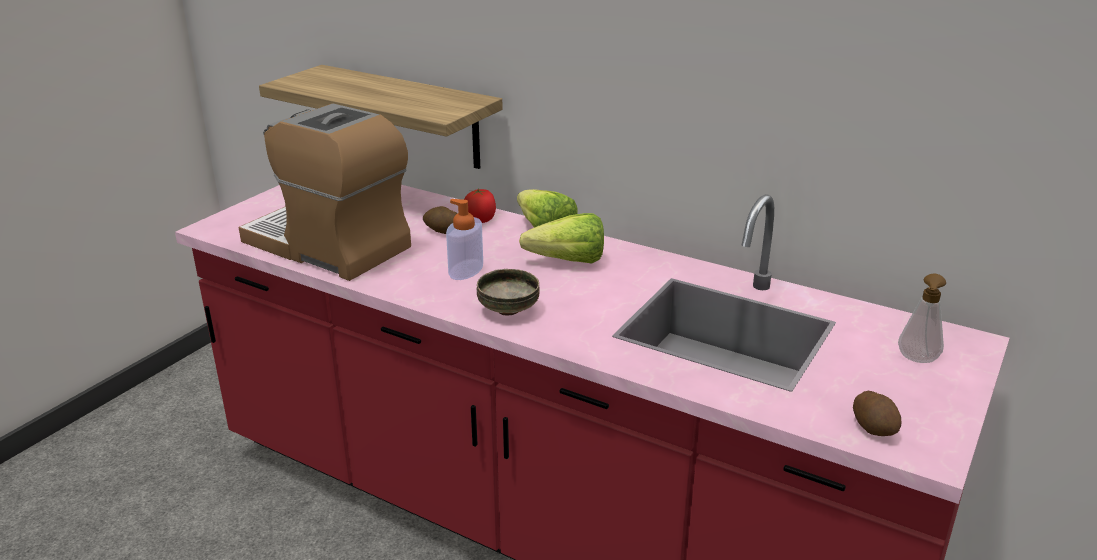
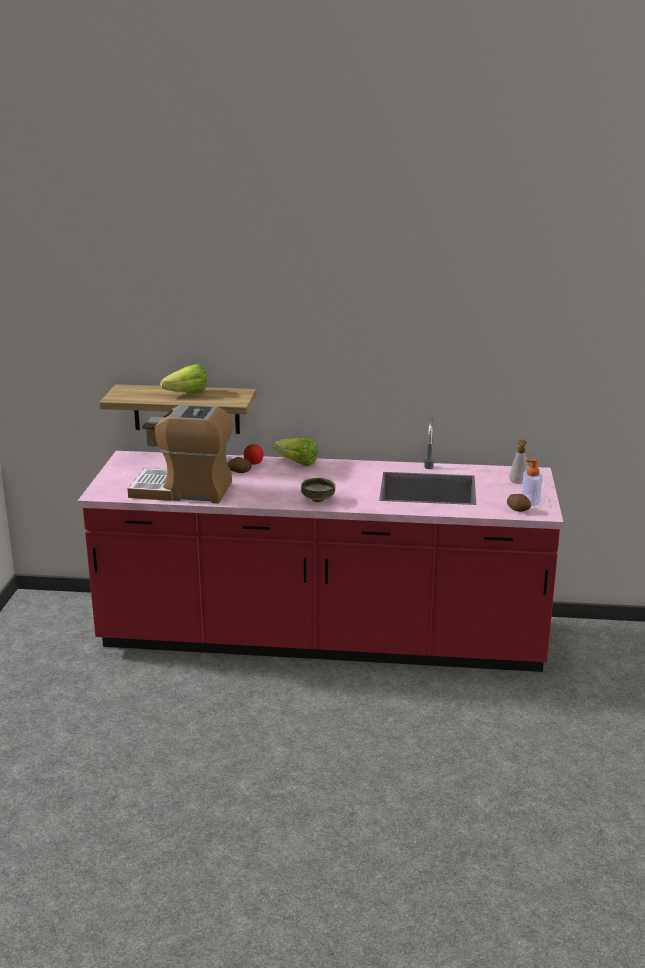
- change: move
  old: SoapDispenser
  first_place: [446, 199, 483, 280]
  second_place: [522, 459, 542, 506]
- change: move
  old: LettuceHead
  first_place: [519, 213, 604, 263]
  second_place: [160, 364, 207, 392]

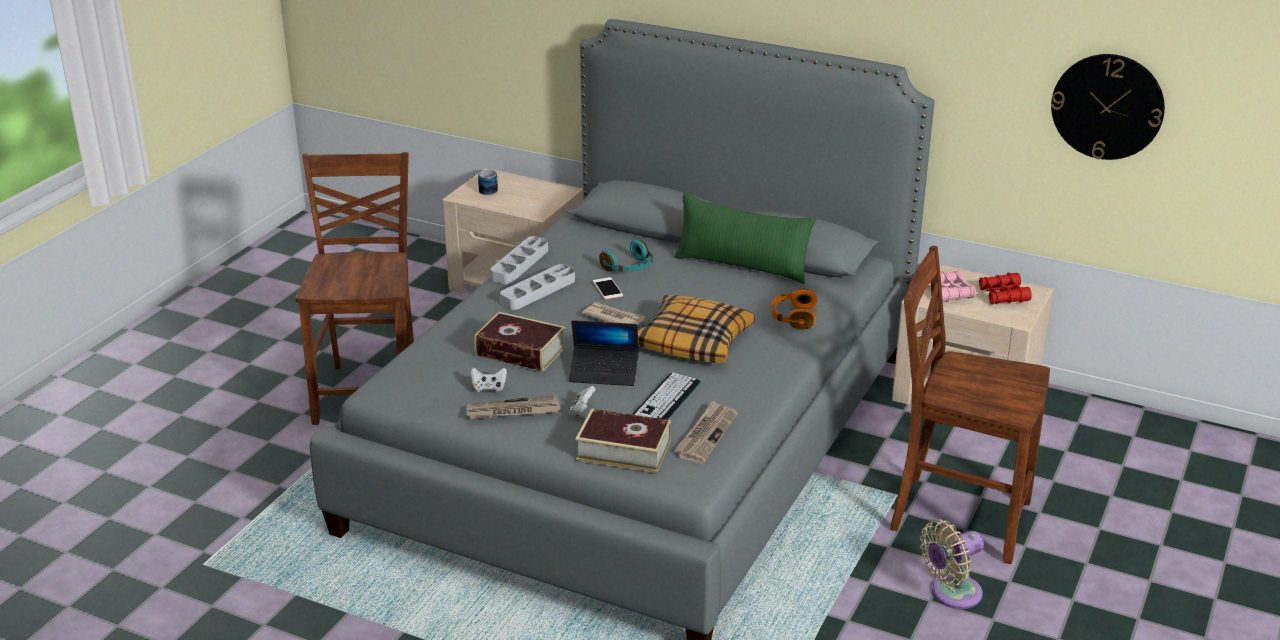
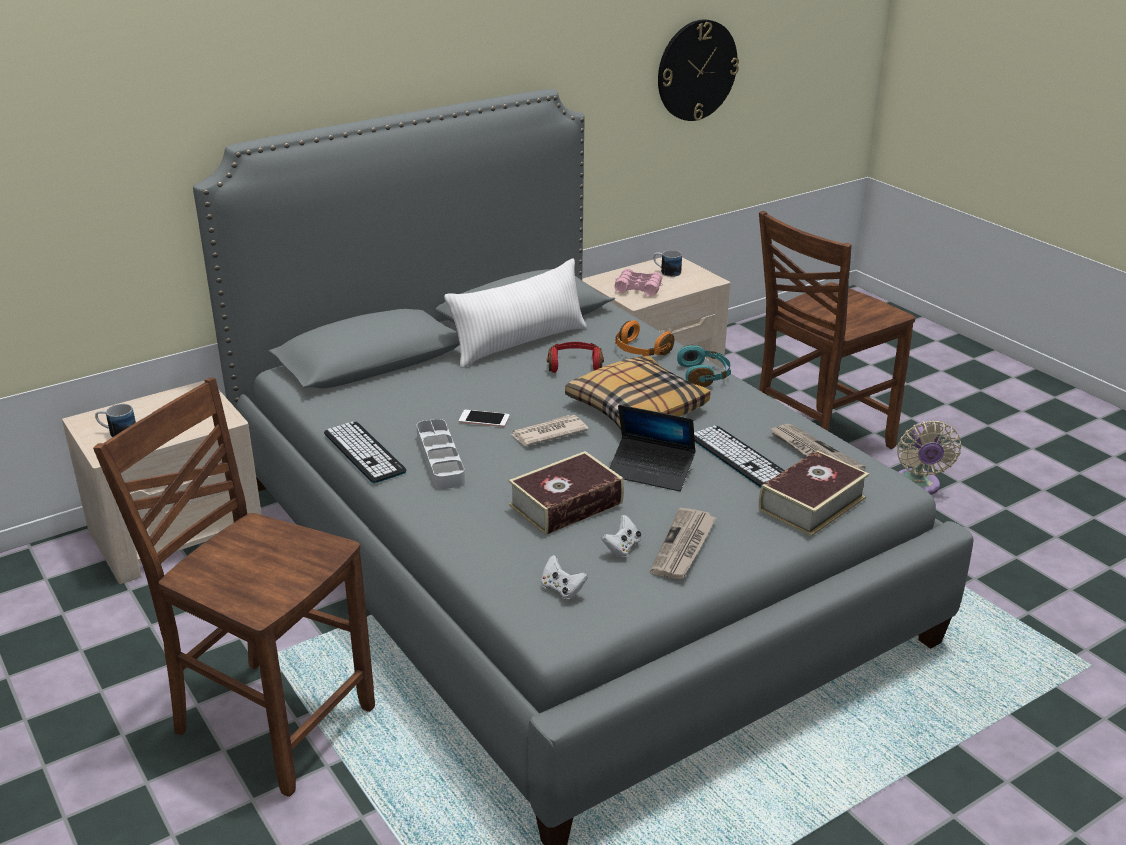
- change: replace
  old: GreyishTray
  new: Keyboard
  first_place: [491, 236, 548, 284]
  second_place: [324, 421, 407, 483]
- change: move
  old: WhiteColouredJoypad
  first_place: [568, 386, 596, 416]
  second_place: [541, 555, 588, 600]
- change: rotate
  old: PortableComputer
  first_place: [569, 320, 639, 386]
  second_place: [610, 405, 696, 491]
  degrees: 75
- change: move
  old: TurquoiseColouredHeadphones
  first_place: [599, 240, 653, 272]
  second_place: [677, 345, 731, 387]
- change: recolor
  old: GreenPillow
  new: WhiteColouredPillow
  first_place: [674, 193, 816, 284]
  second_place: [444, 258, 587, 368]
- change: replace
  old: ReddishPairOfBinoculars
  new: TeaMug
  first_place: [979, 273, 1032, 305]
  second_place: [653, 250, 682, 277]
- change: insert
  new: ReddishHeadphones
  second_place: [547, 342, 604, 373]

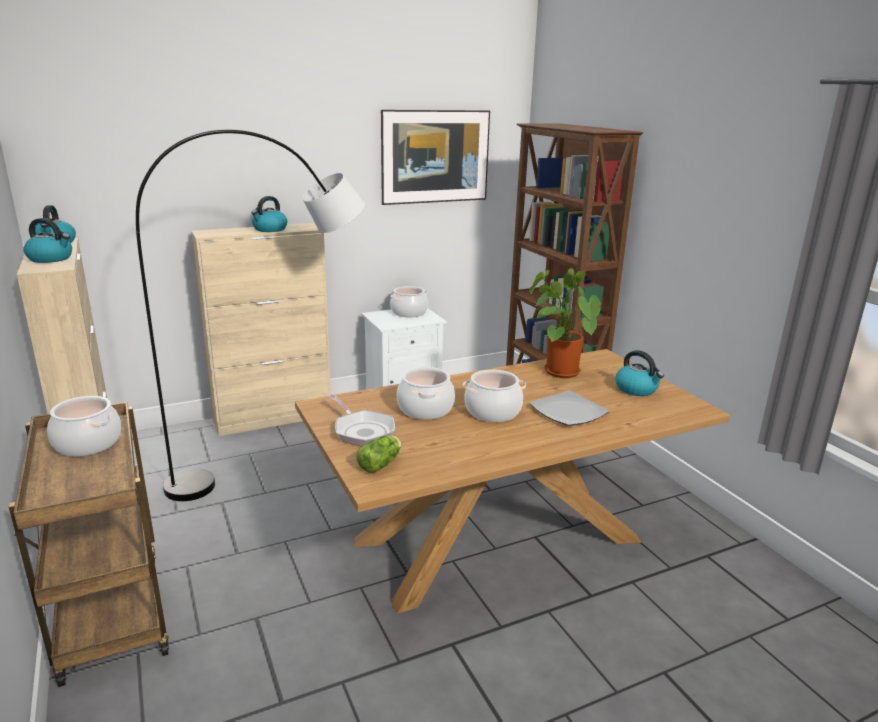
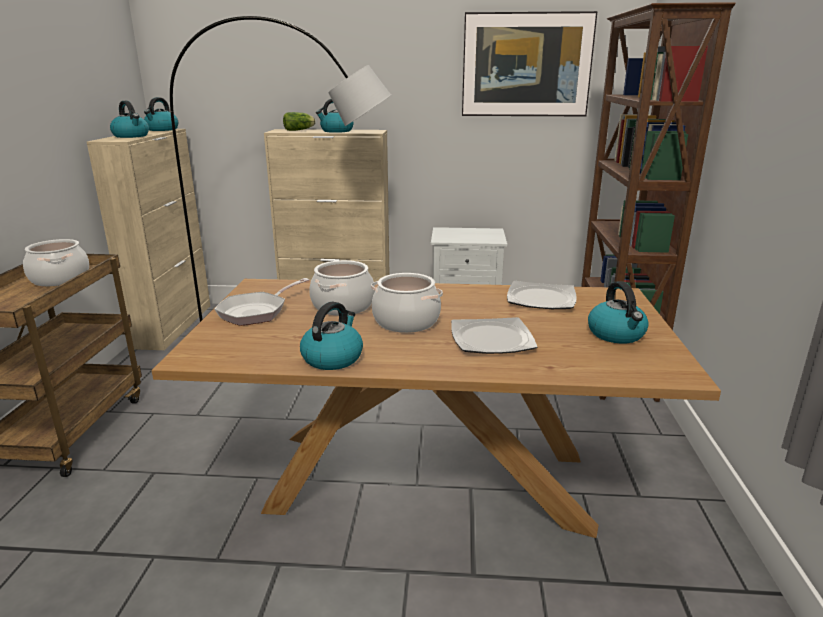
- change: rotate
  old: Skillet
  first_place: [327, 394, 395, 446]
  second_place: [214, 278, 309, 326]
  degrees: 45
- change: move
  old: LettuceHead
  first_place: [356, 435, 402, 473]
  second_place: [283, 112, 315, 131]
- change: delete
  old: CookingPot
  first_place: [390, 286, 428, 318]
- change: replace
  old: PottedPlant
  new: Plate
  first_place: [529, 268, 607, 378]
  second_place: [507, 281, 577, 309]
- change: insert
  new: Kettle
  second_place: [300, 302, 363, 370]

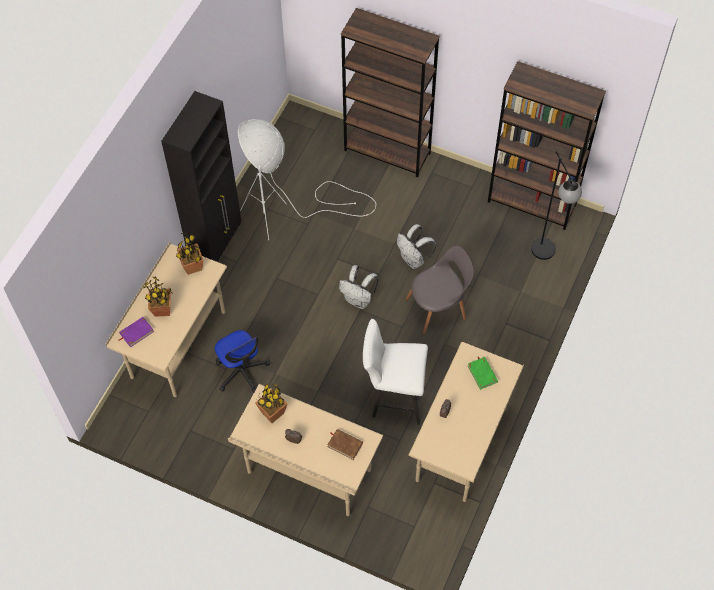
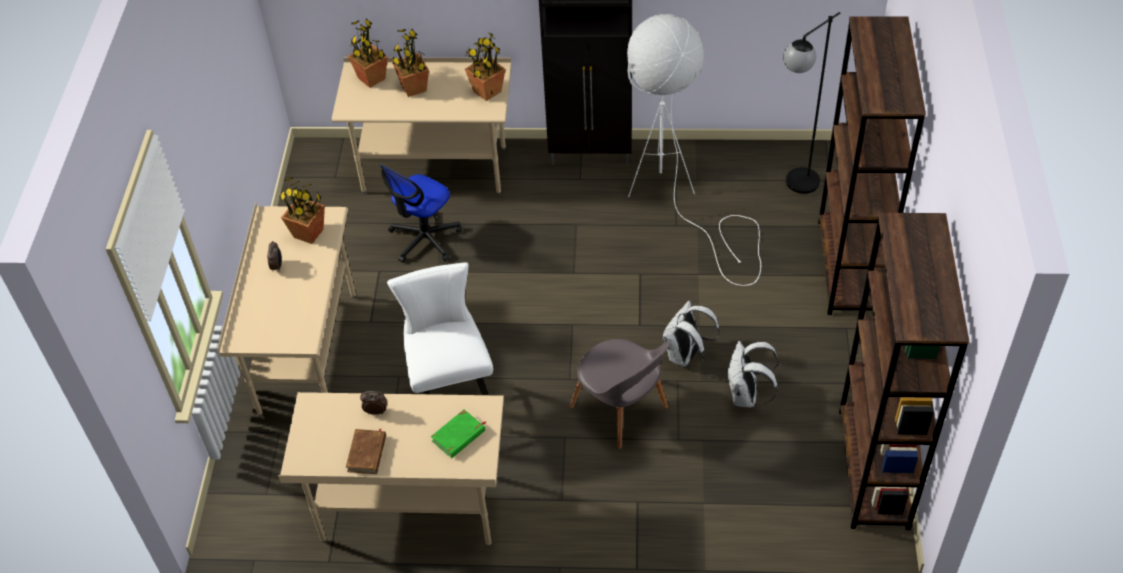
- change: replace
  old: PurpleBoundBook
  new: PottedPlant
  first_place: [119, 317, 154, 347]
  second_place: [348, 18, 388, 88]
- change: move
  old: BrownBoundBook
  first_place: [328, 429, 363, 460]
  second_place: [346, 429, 386, 474]
- change: move
  old: WhiteColouredKnapsack
  first_place: [339, 265, 378, 309]
  second_place: [727, 341, 779, 407]
- change: move
  old: BlackStandardLamp
  first_place: [531, 151, 582, 260]
  second_place: [783, 12, 841, 194]

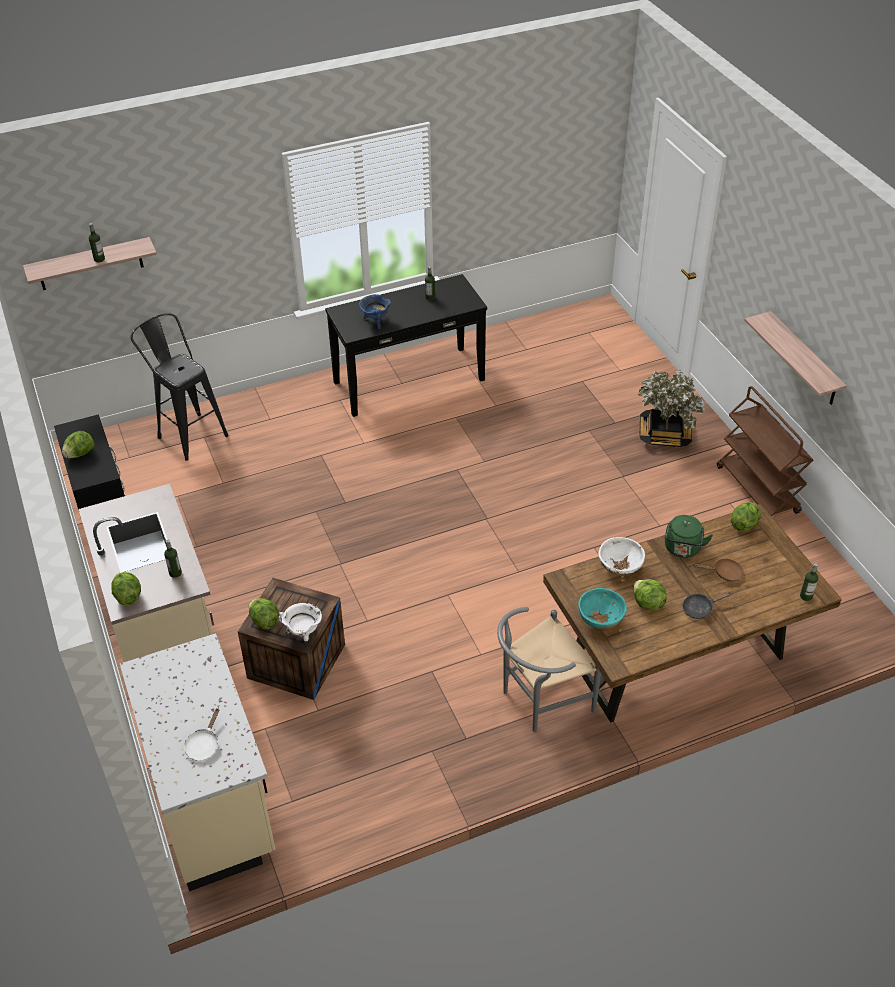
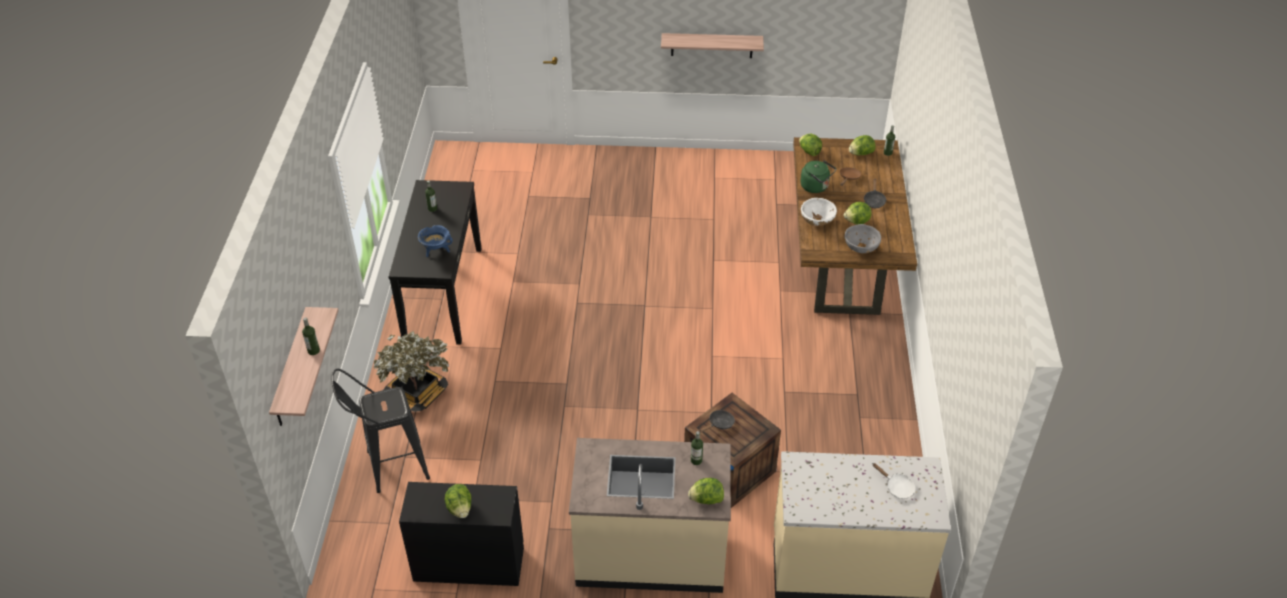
- change: move
  old: LettuceHead
  first_place: [249, 598, 279, 629]
  second_place: [849, 135, 876, 155]
- change: delete
  old: WhiteColouredCookingPot
  first_place: [279, 603, 322, 641]
- change: delete
  old: GreyishChair
  first_place: [497, 607, 601, 732]
- change: recolor
  old: TurquoiseColouredServingBowl
  new: GreyishServingBowl
  first_place: [578, 588, 627, 629]
  second_place: [844, 224, 881, 253]
- change: move
  old: PottedPlant
  first_place: [637, 370, 705, 447]
  second_place: [374, 331, 449, 412]
- change: delete
  old: BrownTrolley
  first_place: [717, 386, 813, 517]
- change: insert
  new: BlackSkillet
  second_place: [699, 410, 735, 433]

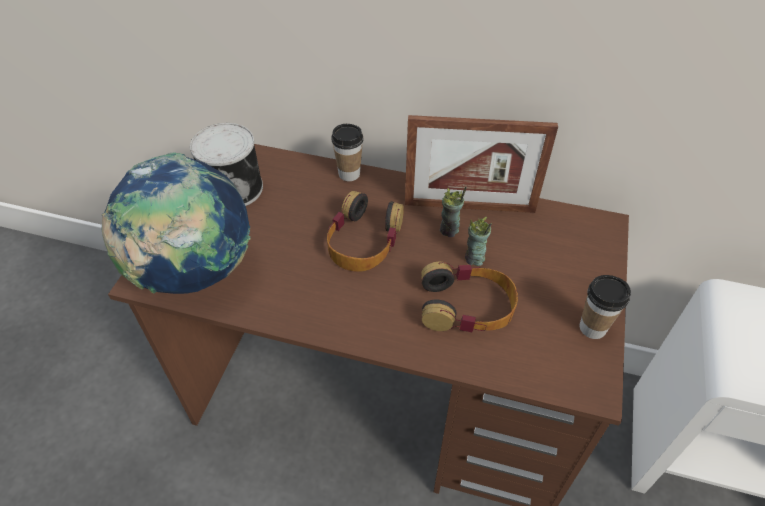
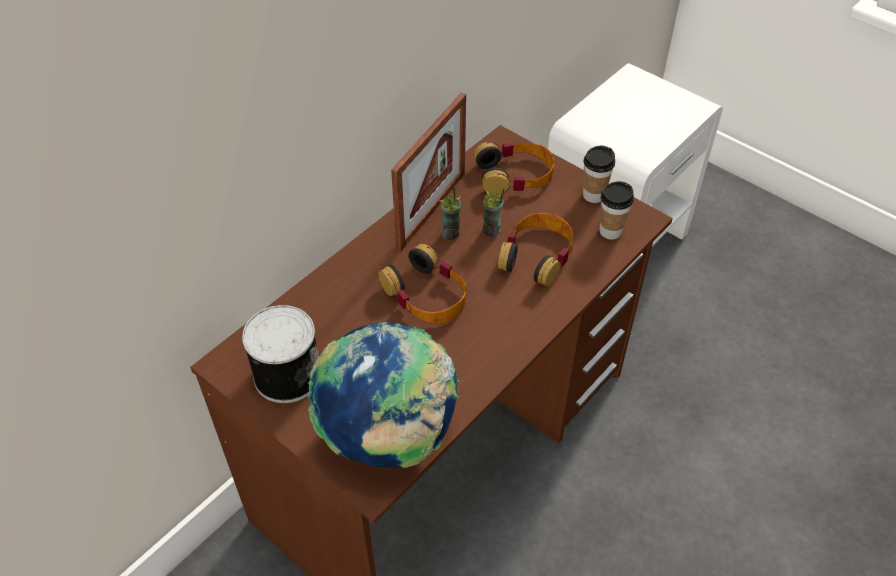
- change: move
  old: Cup
  first_place: [332, 124, 364, 181]
  second_place: [600, 181, 634, 240]
- change: insert
  new: Headphones
  second_place: [474, 142, 555, 195]

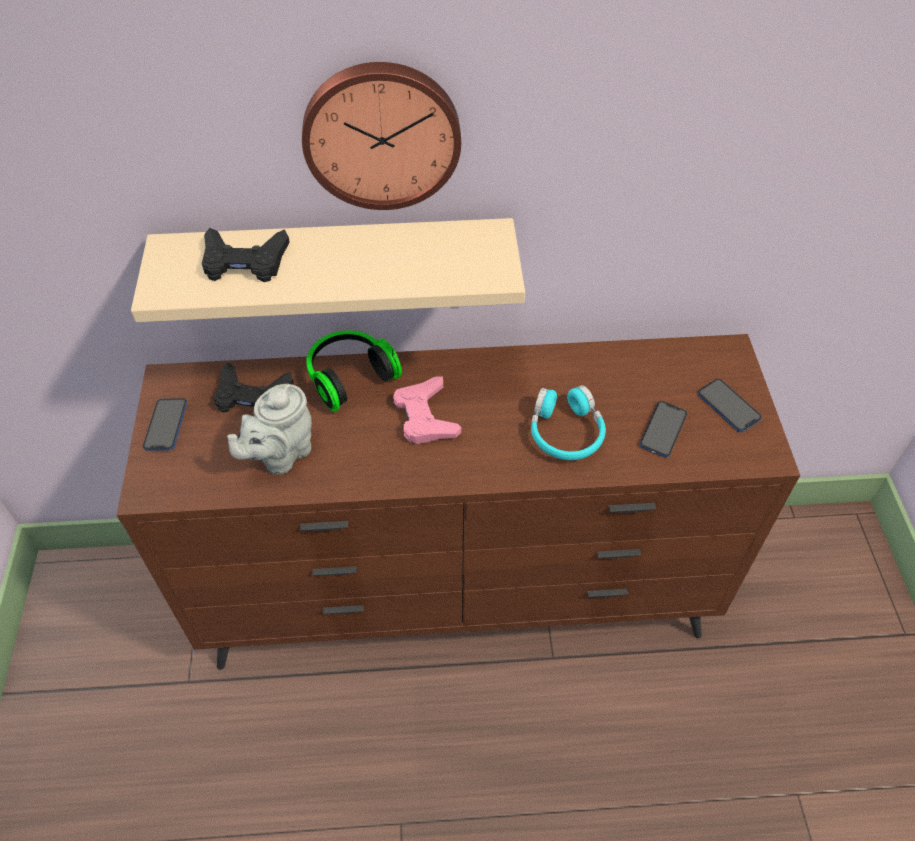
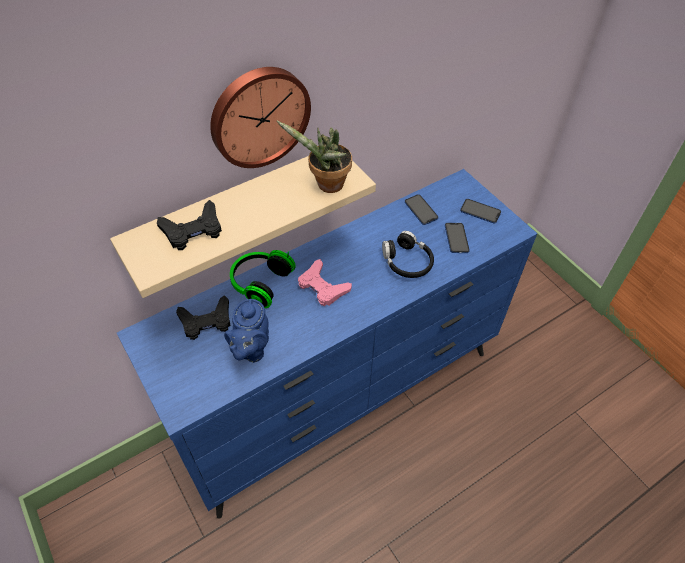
- change: recolor
  old: BrownDrawerChest
  new: BlueDrawerChest
  first_place: [117, 334, 800, 670]
  second_place: [117, 169, 537, 519]
- change: move
  old: Handset
  first_place: [143, 398, 187, 451]
  second_place: [405, 194, 438, 225]
- change: recolor
  old: GreyishTeaPot
  new: BlueTeaPot
  first_place: [227, 384, 312, 475]
  second_place: [224, 299, 269, 363]
- change: recolor
  old: TurquoiseColouredHeadphones
  new: BlackHeadphones
  first_place: [531, 385, 606, 460]
  second_place: [382, 231, 434, 278]
- change: insert
  new: PottedPlant
  second_place: [276, 120, 352, 193]

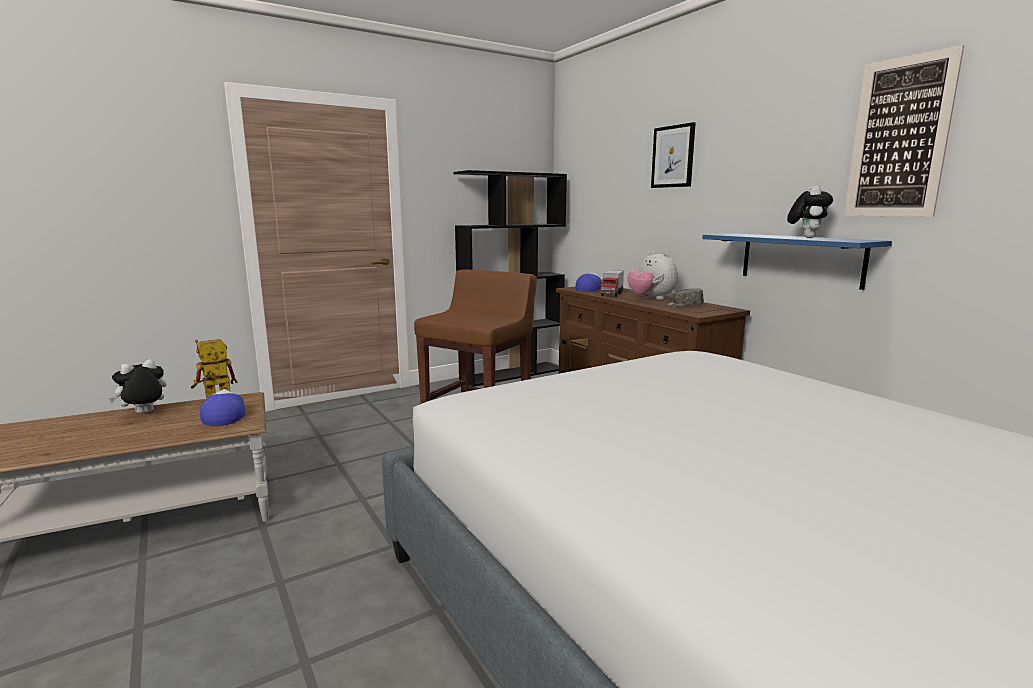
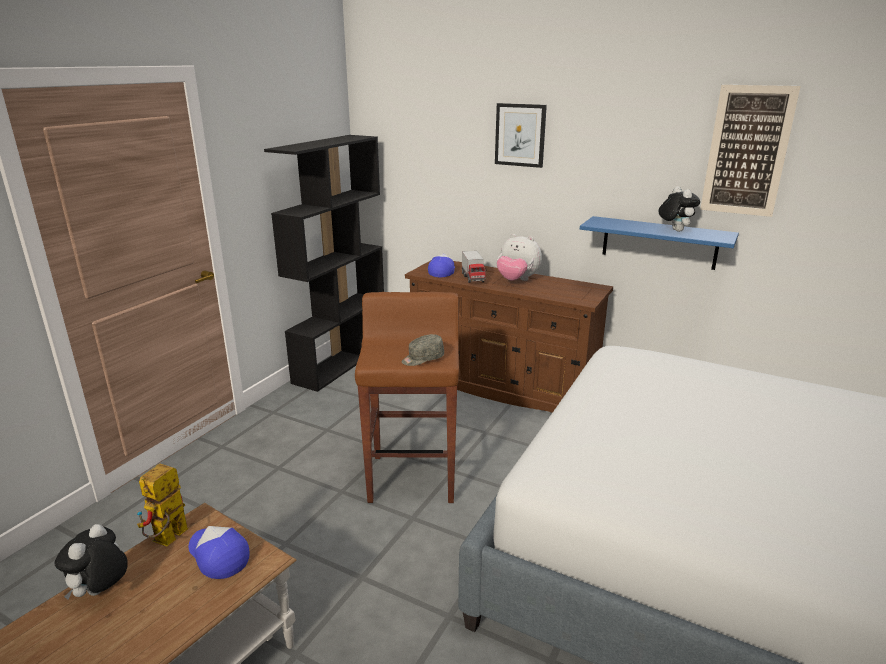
- change: move
  old: GreyishPeakedCap
  first_place: [666, 288, 704, 307]
  second_place: [402, 334, 444, 366]

